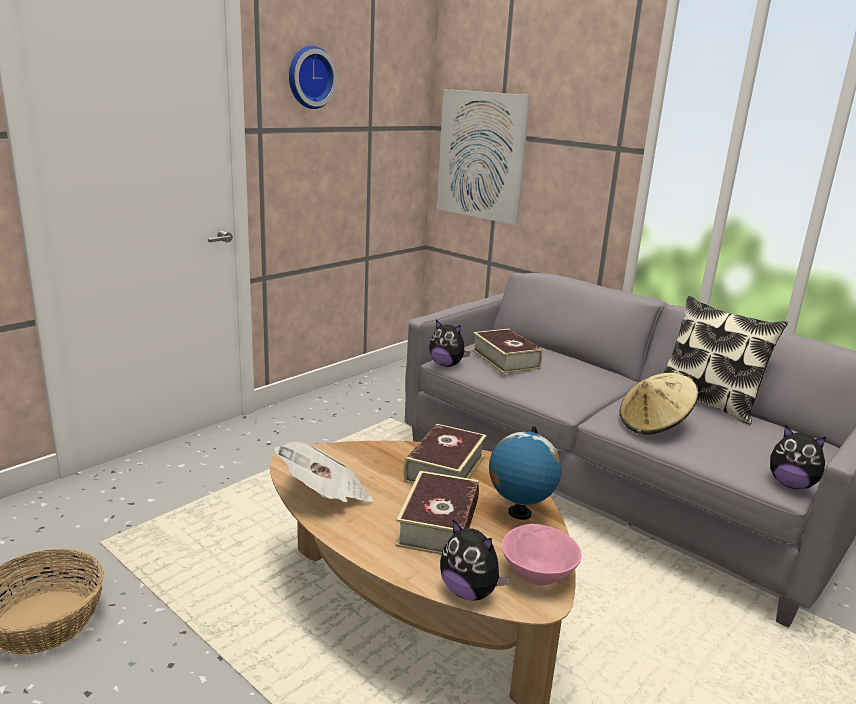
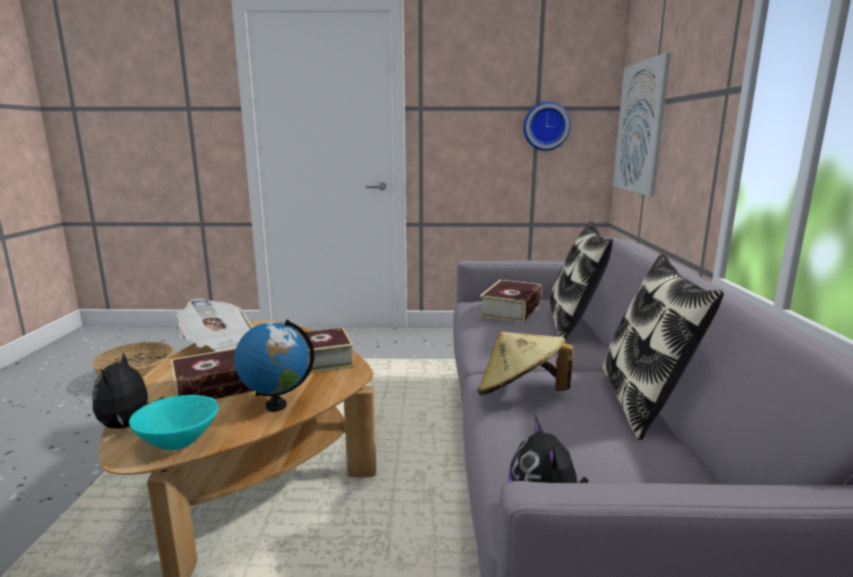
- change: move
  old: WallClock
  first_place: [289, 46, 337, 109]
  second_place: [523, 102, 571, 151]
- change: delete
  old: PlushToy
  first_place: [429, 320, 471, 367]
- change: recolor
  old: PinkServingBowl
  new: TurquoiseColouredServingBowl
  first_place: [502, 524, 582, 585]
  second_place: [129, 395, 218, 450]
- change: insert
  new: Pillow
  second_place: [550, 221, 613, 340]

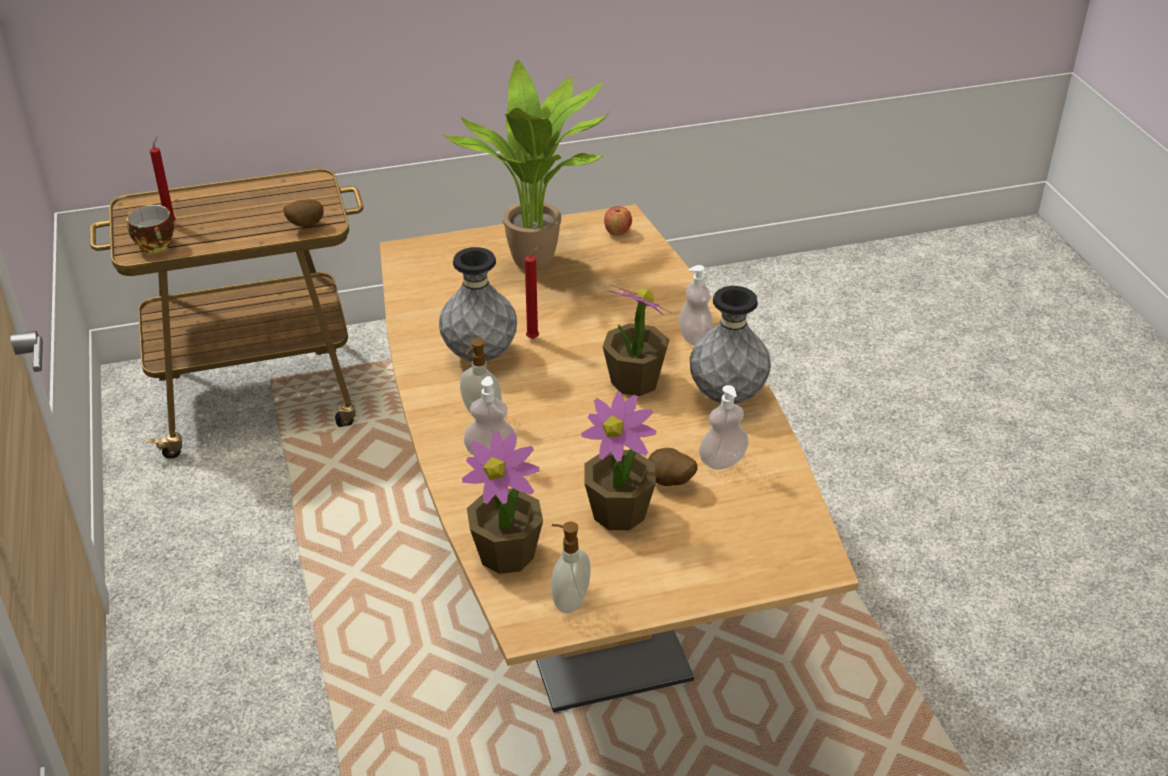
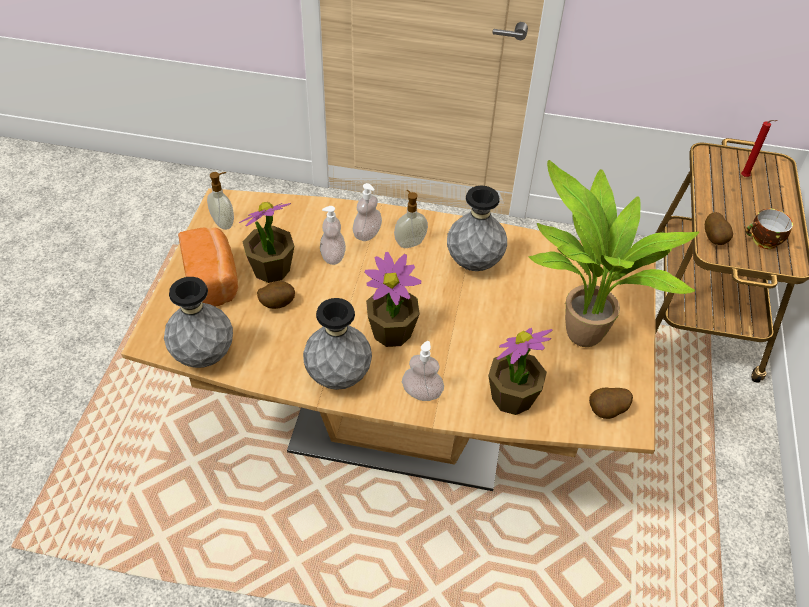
- change: move
  old: Cup
  first_place: [126, 205, 174, 253]
  second_place: [746, 209, 793, 249]
- change: move
  old: PottedPlant
  first_place: [462, 431, 543, 574]
  second_place: [488, 328, 553, 415]
- change: delete
  old: ReddishWaxCandle
  first_place: [525, 246, 540, 339]
- change: replace
  old: WholeApple
  new: WholePotato
  first_place: [604, 206, 632, 236]
  second_place: [589, 388, 633, 419]
- change: move
  old: SoapDispenser
  first_place: [699, 385, 749, 470]
  second_place: [320, 206, 346, 265]
- change: insert
  new: GreyishVase
  second_place: [164, 277, 233, 368]
- change: insert
  new: BakedBread
  second_place: [178, 227, 238, 307]

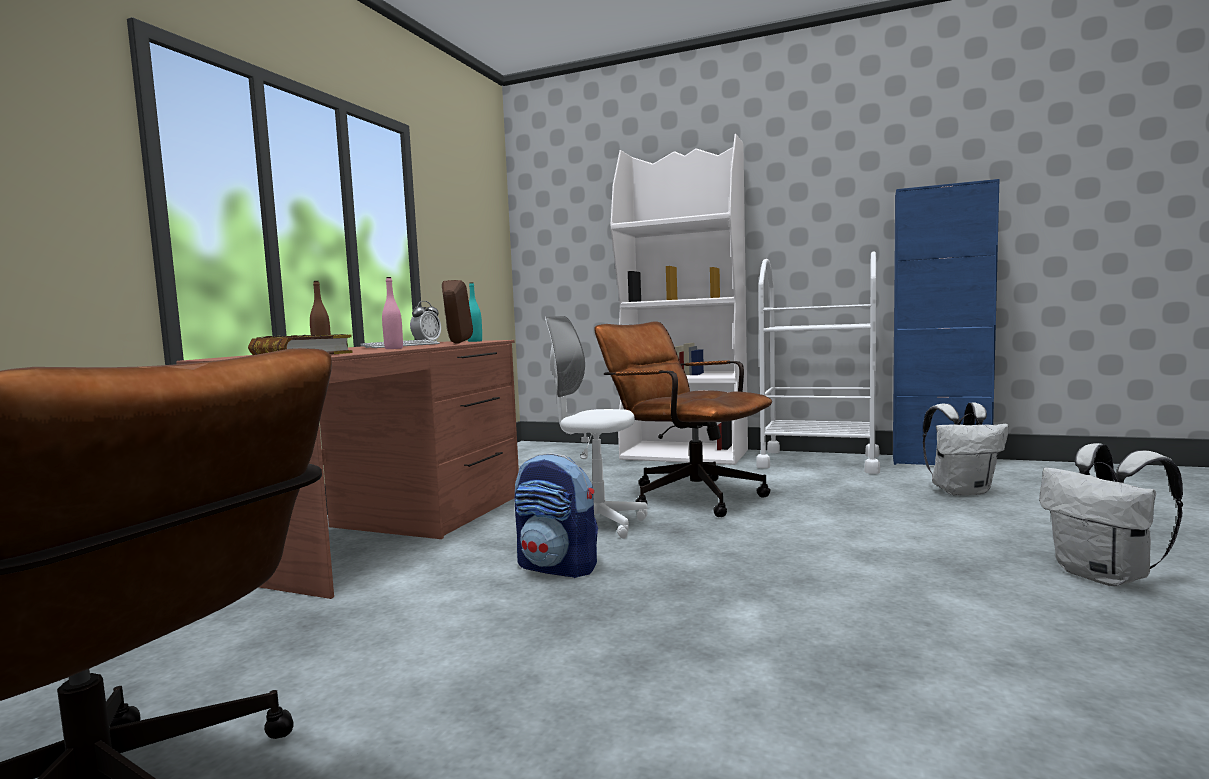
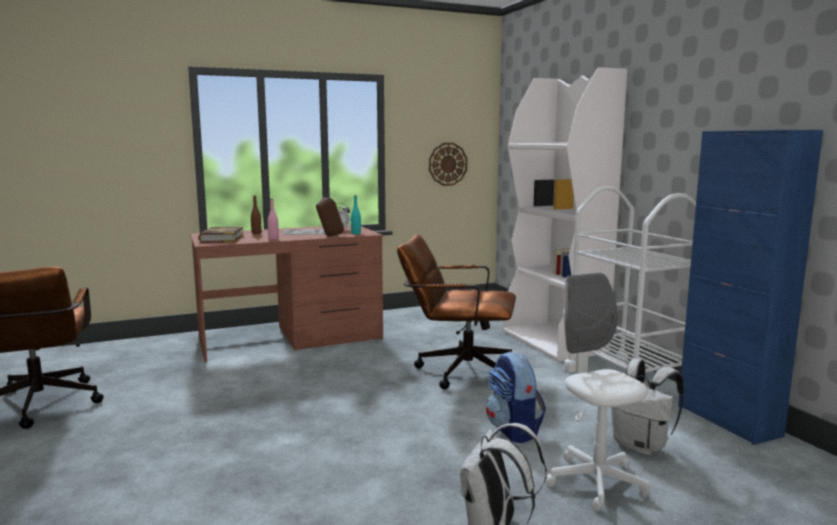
- change: move
  old: Knapsack
  first_place: [515, 453, 598, 578]
  second_place: [486, 351, 546, 443]
- change: move
  old: WhiteColouredComputerChair
  first_place: [545, 316, 647, 539]
  second_place: [546, 273, 650, 511]
- change: rotate
  old: BrownComputerChair
  first_place: [594, 321, 772, 517]
  second_place: [397, 234, 516, 389]
  degrees: -75
- change: insert
  new: WallClock
  second_place: [429, 143, 467, 186]

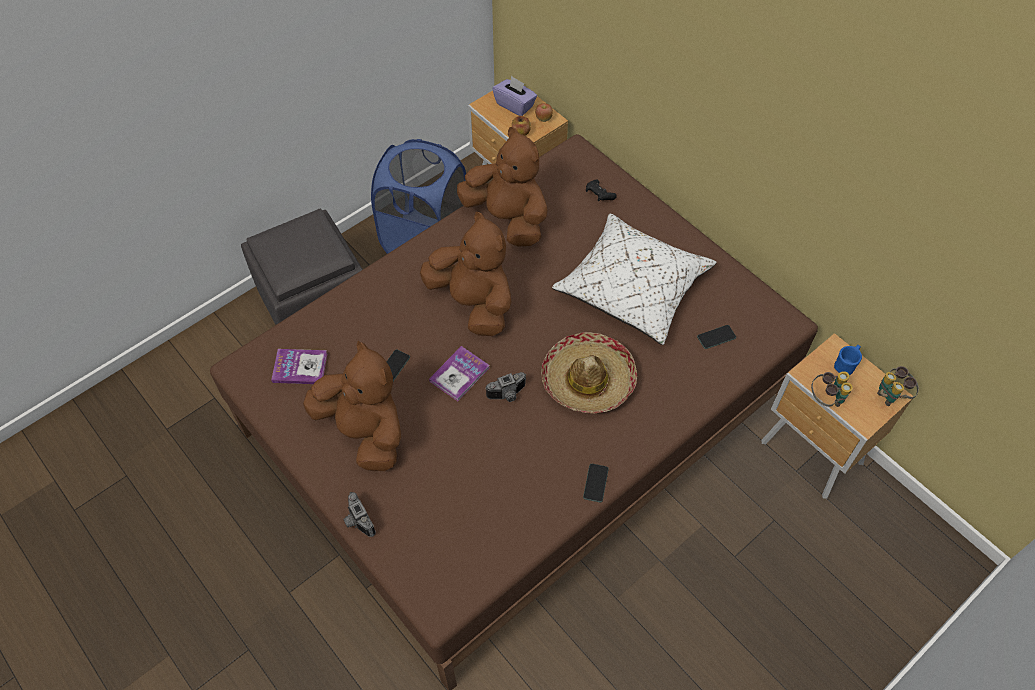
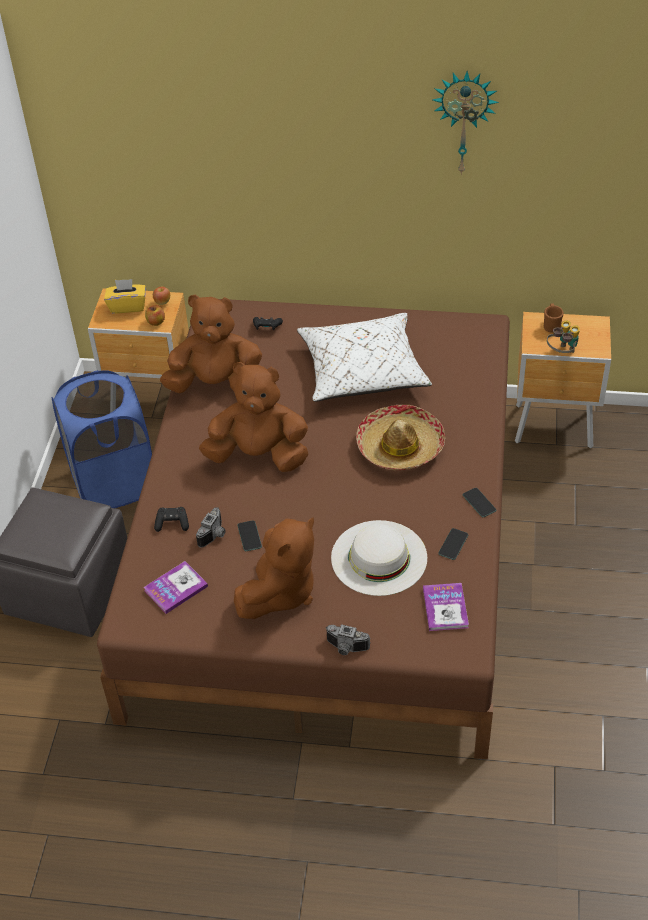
- change: rotate
  old: BrownPlushToy
  first_place: [303, 341, 401, 471]
  second_place: [234, 517, 314, 619]
  degrees: 120
- change: move
  old: BoundBook
  first_place: [429, 346, 489, 401]
  second_place: [423, 583, 469, 631]
- change: move
  old: PhotoCamera
  first_place: [486, 372, 526, 402]
  second_place: [196, 507, 226, 548]
- change: recolor
  old: PurpleTissueHolder
  new: YellowTissueHolder
  first_place: [492, 76, 537, 116]
  second_place: [104, 279, 146, 314]
- change: move
  old: Handset
  first_place: [697, 325, 736, 349]
  second_place: [438, 528, 468, 560]
- change: recolor
  old: BlueTeaMug
  new: BrownTeaMug
  first_place: [834, 345, 862, 375]
  second_place: [544, 304, 564, 332]
- change: delete
  old: PairOfBinoculars
  first_place: [877, 366, 919, 406]
- change: insert
  new: BlackJoypad
  second_place: [154, 507, 189, 532]
- change: insert
  new: WhiteColouredWearableHat
  second_place: [331, 520, 427, 596]
- change: insert
  new: WallClock
  second_place: [432, 71, 499, 175]

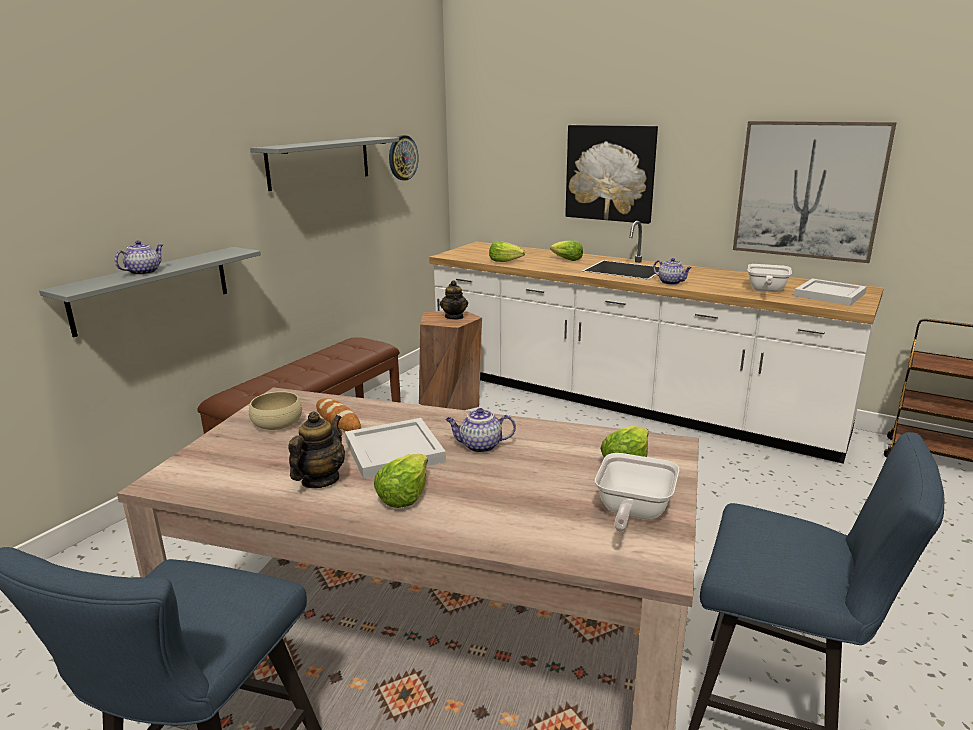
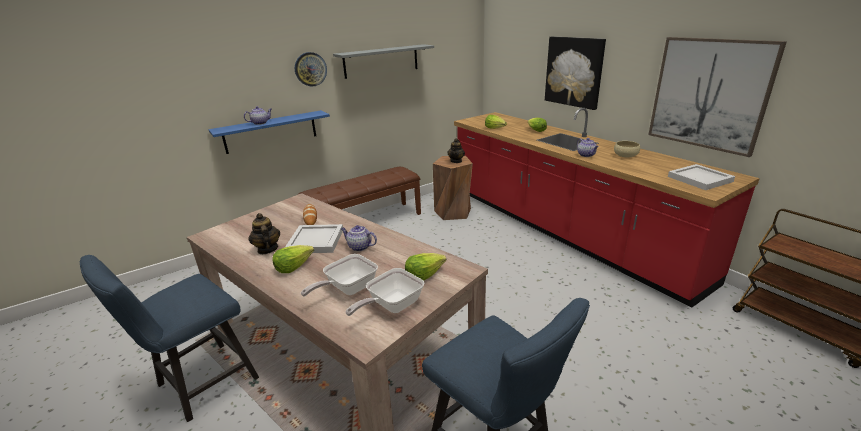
- change: recolor
  old: GreyishBracketShelf
  new: BlueBracketShelf
  first_place: [39, 247, 261, 337]
  second_place: [209, 110, 330, 154]
- change: move
  old: SandColouredServingBowl
  first_place: [249, 391, 302, 430]
  second_place: [614, 141, 640, 157]
- change: rotate
  old: TeaPot
  first_place: [288, 412, 345, 488]
  second_place: [248, 213, 280, 254]
  degrees: -75
- change: move
  old: WallClock
  first_place: [389, 135, 419, 181]
  second_place: [295, 52, 327, 87]
- change: recolor
  old: WhiteColouredKitchenBaseUnit
  new: ReddishKitchenBaseUnit
  first_place: [429, 221, 884, 464]
  second_place: [454, 108, 760, 307]
- change: move
  old: Skillet
  first_place: [748, 264, 792, 292]
  second_place: [301, 254, 378, 297]

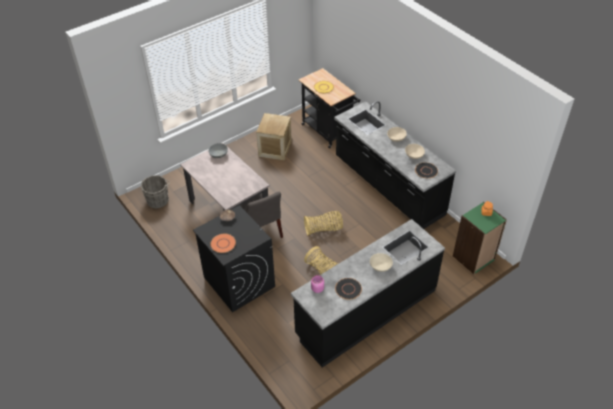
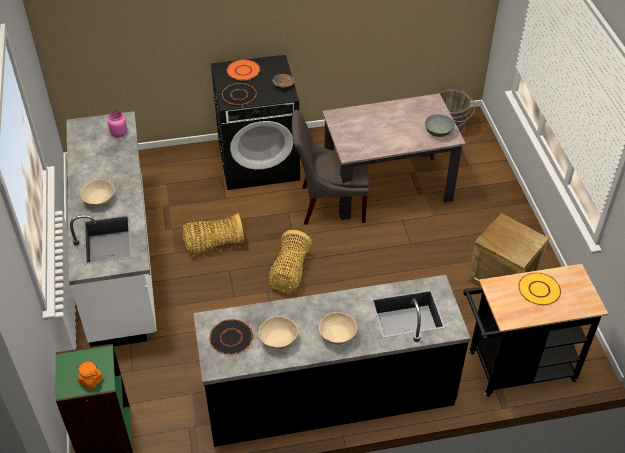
- change: recolor
  old: BlackKitchenBaseUnit
  new: WhiteColouredKitchenBaseUnit
  first_place: [291, 219, 445, 368]
  second_place: [67, 111, 157, 347]
- change: move
  old: BlackPlate
  first_place: [335, 278, 362, 300]
  second_place: [222, 83, 257, 105]

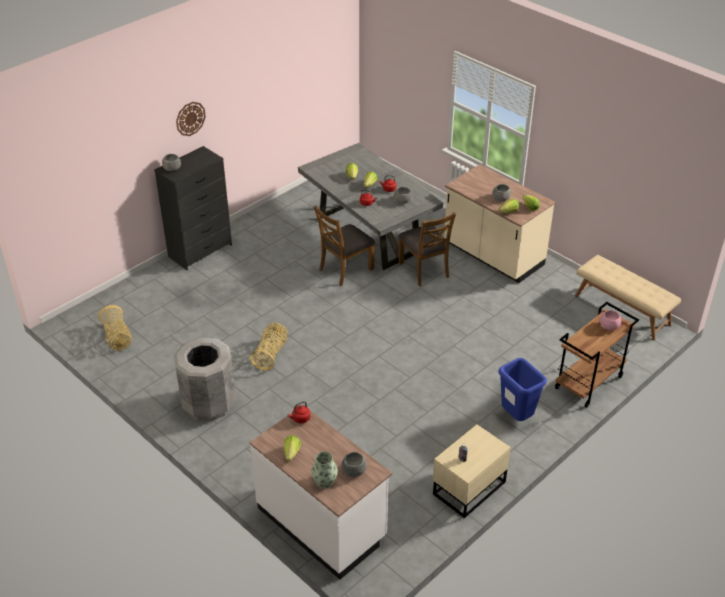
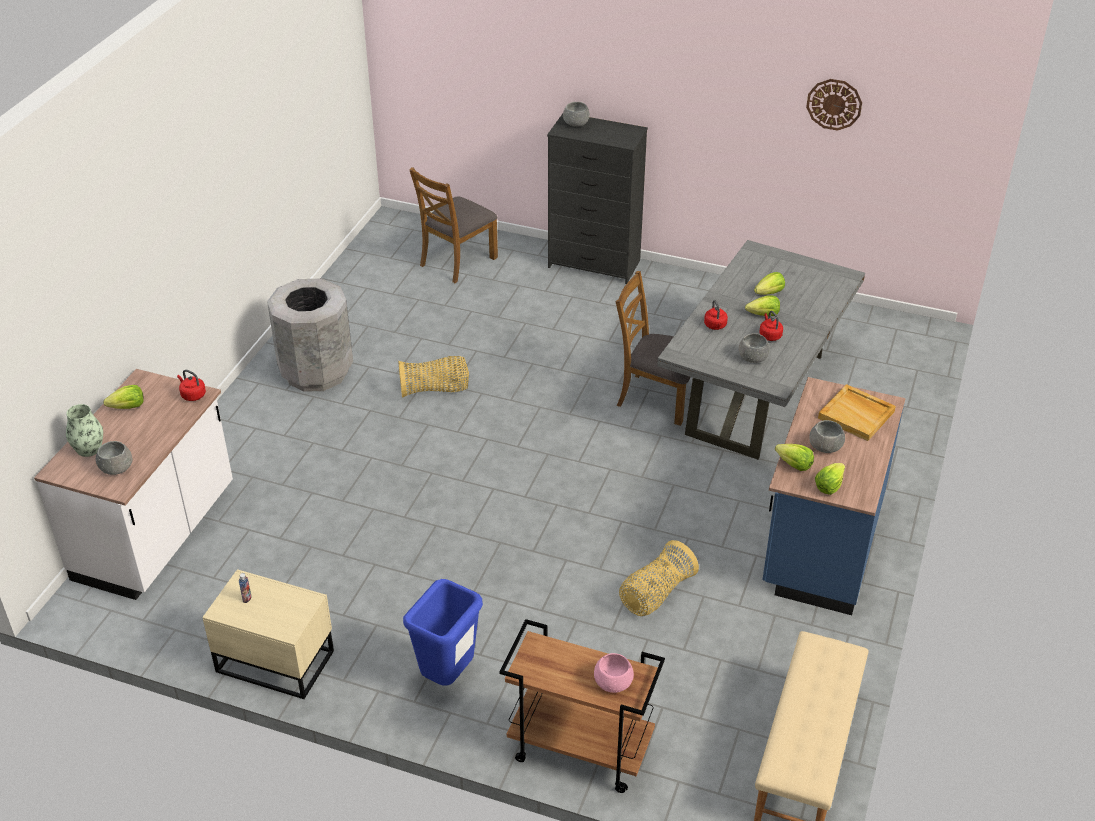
- change: move
  old: StorageBasket
  first_place: [98, 305, 132, 351]
  second_place: [619, 540, 699, 616]
- change: move
  old: WallClock
  first_place: [176, 102, 206, 136]
  second_place: [806, 79, 862, 131]
- change: move
  old: BrownChair
  first_place: [398, 212, 456, 286]
  second_place: [409, 167, 498, 283]
- change: recolor
  old: SandColouredKitchenBaseUnit
  new: BlueKitchenBaseUnit
  first_place: [444, 164, 555, 283]
  second_place: [763, 377, 905, 615]
- change: insert
  new: SandColouredTray
  second_place: [818, 384, 896, 441]

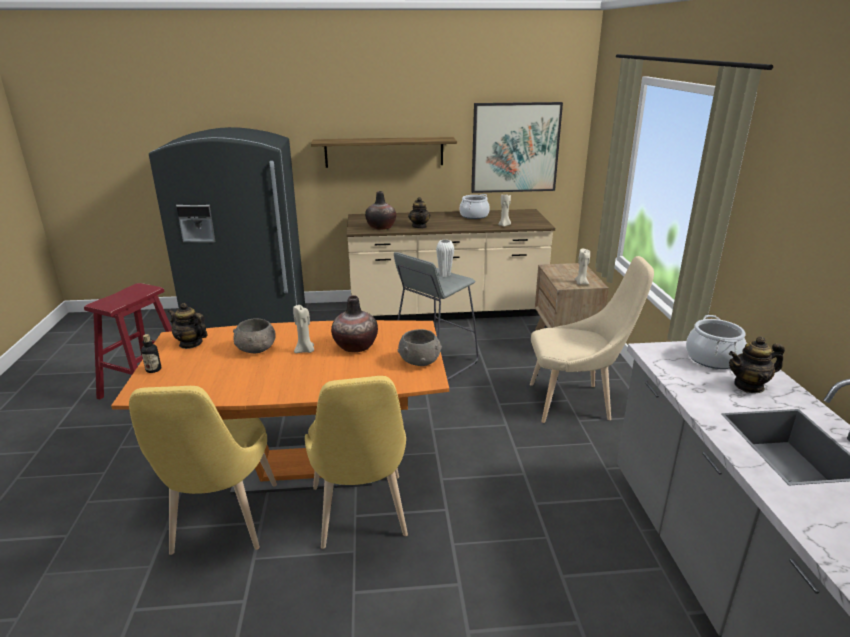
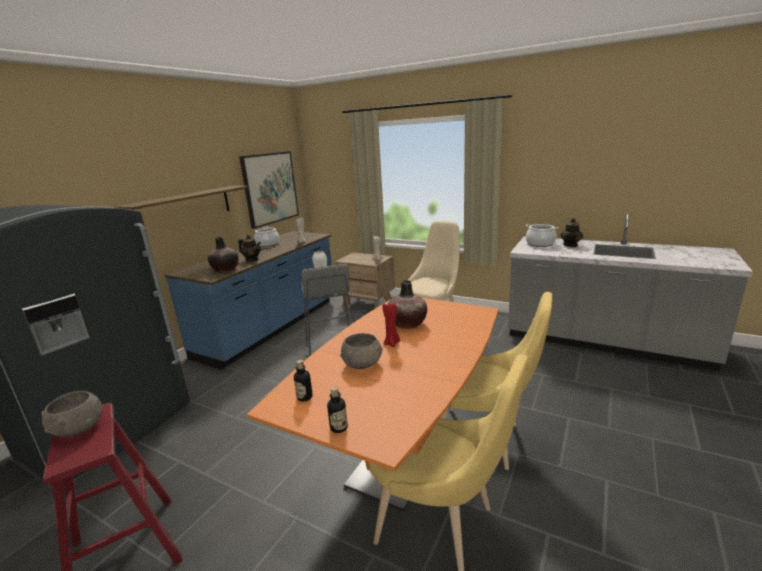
- change: replace
  old: TeaPot
  new: Bottle
  first_place: [168, 303, 208, 349]
  second_place: [294, 360, 313, 402]
- change: recolor
  old: SandColouredWaxCandle
  new: ReddishWaxCandle
  first_place: [293, 305, 314, 353]
  second_place: [383, 302, 400, 347]
- change: recolor
  old: SandColouredKitchenBaseUnit
  new: BlueKitchenBaseUnit
  first_place: [347, 209, 555, 321]
  second_place: [165, 231, 332, 370]
- change: move
  old: GreyishServingBowl
  first_place: [398, 329, 442, 366]
  second_place: [41, 391, 102, 437]

